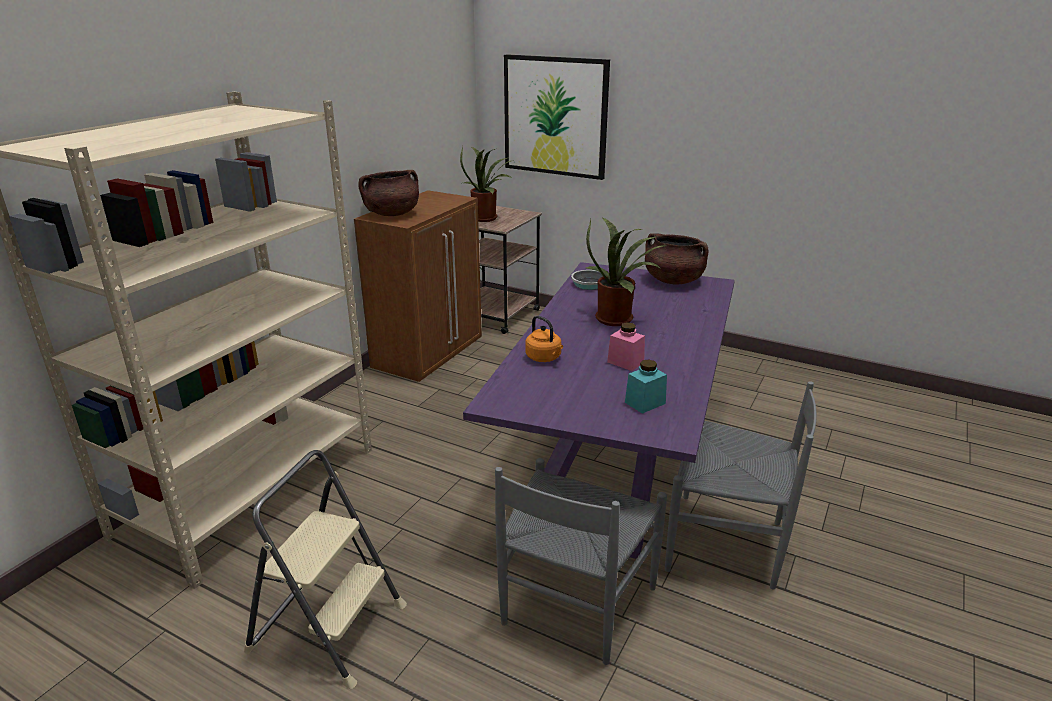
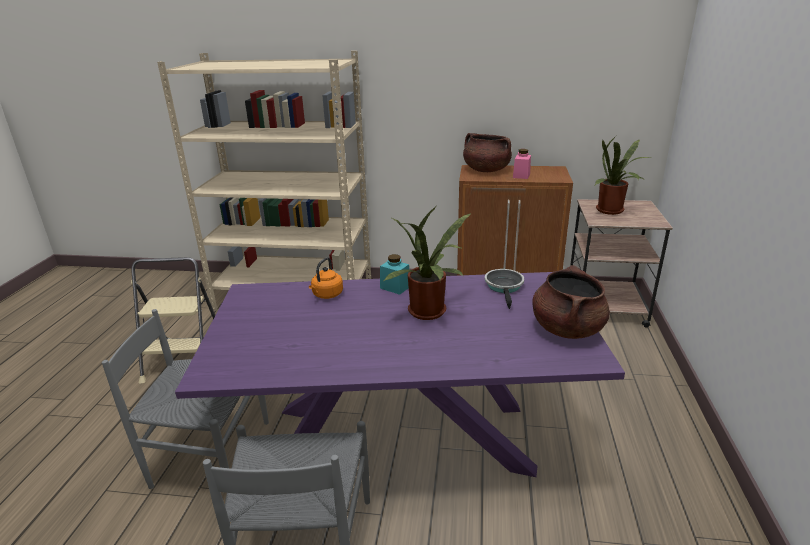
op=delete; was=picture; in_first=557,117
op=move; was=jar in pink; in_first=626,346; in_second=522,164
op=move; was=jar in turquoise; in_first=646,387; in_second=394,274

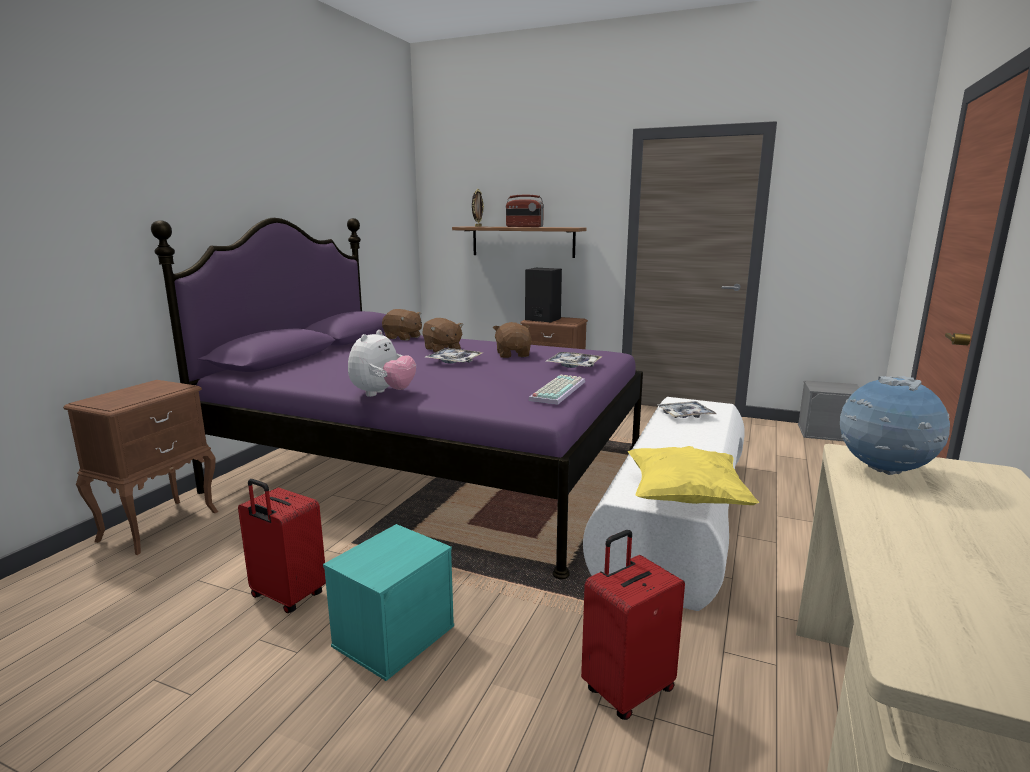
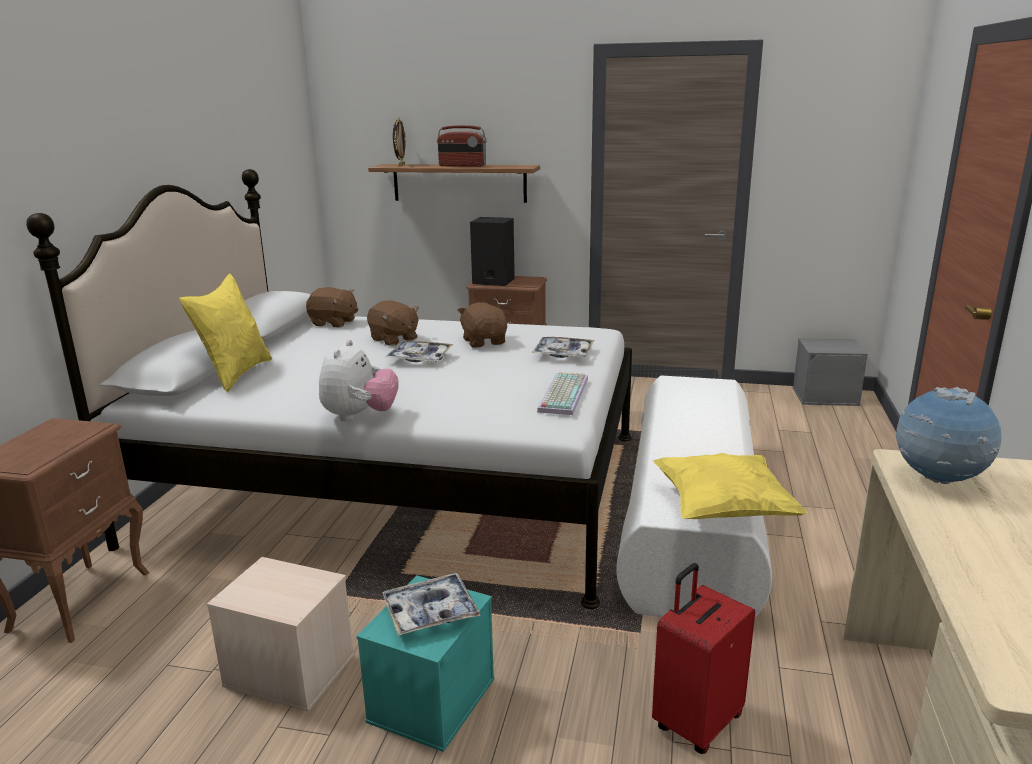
op=recolor; was=bed in purple; now=bed in white; in_first=397,398; in_second=329,389
op=replace; was=suitcase in red; now=storage box in beige; in_first=282,546; in_second=281,634
op=move; was=tray; in_first=686,409; in_second=431,604
op=insert; now=pillow in yellow; in_second=225,332

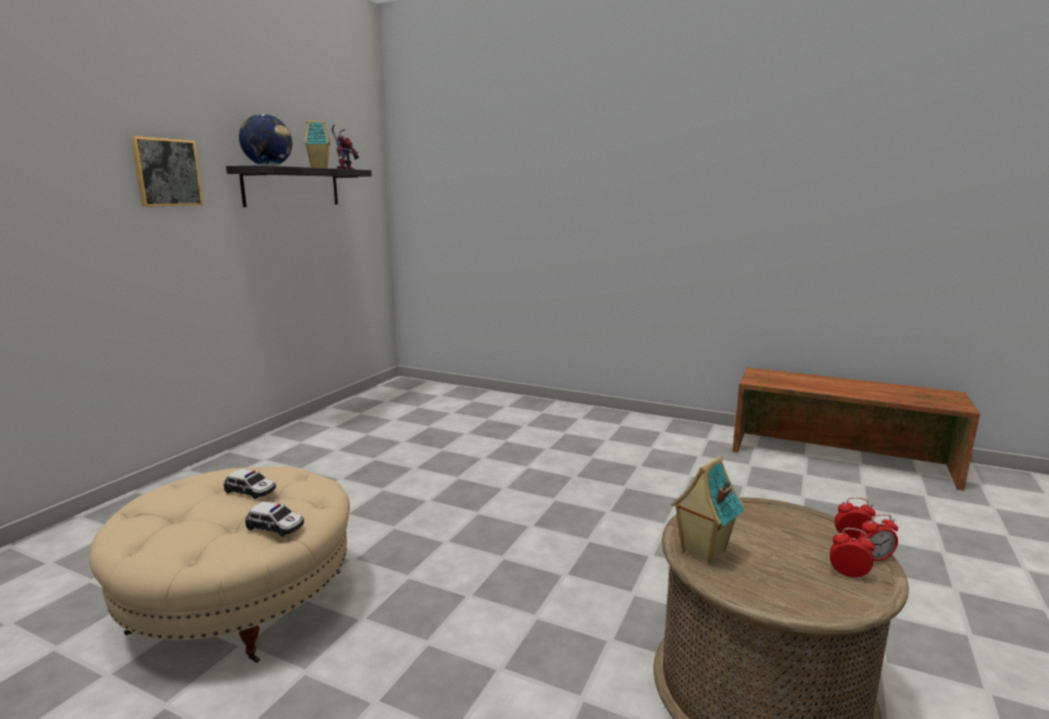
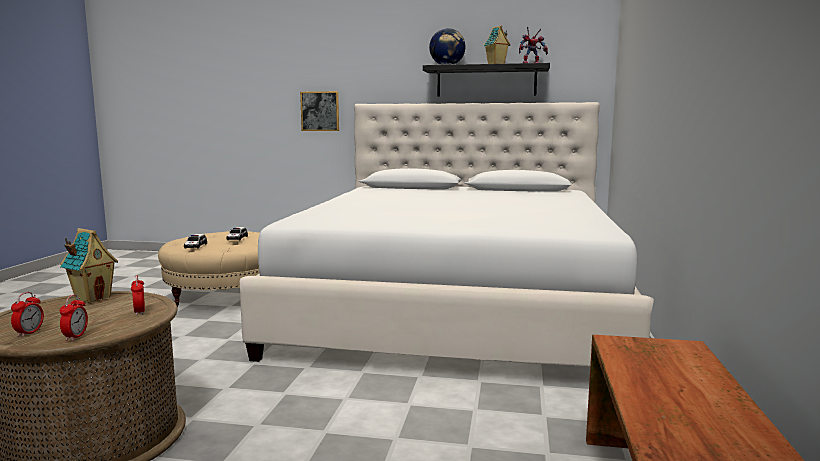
op=move; was=picture; in_first=167,171; in_second=319,111
op=move; was=alarm clock; in_first=878,537; in_second=138,295
op=insert; now=bed in white; in_second=447,234

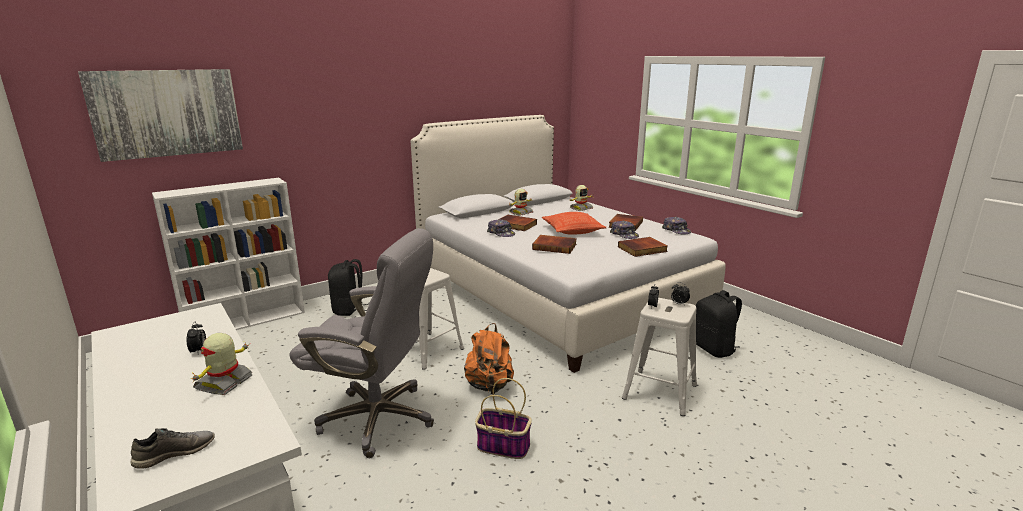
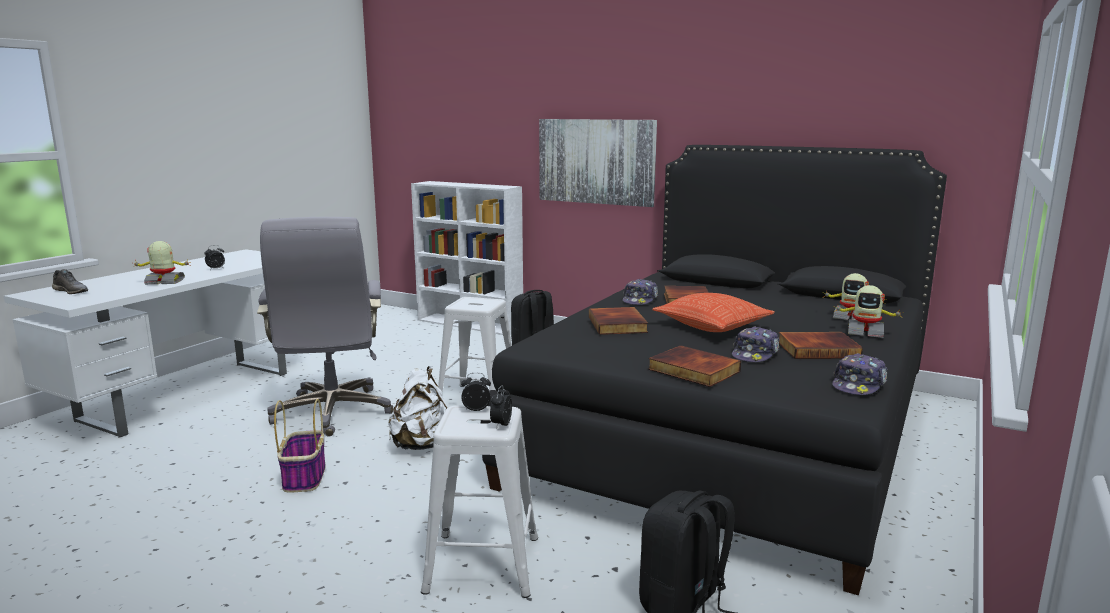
op=move; was=picture; in_first=160,115; in_second=598,163
op=recolor; was=bed in white; now=bed in black; in_first=568,244; in_second=714,370
op=recolor; was=backpack in orange; now=backpack in white; in_first=489,358; in_second=418,408
op=move; was=toy robot; in_first=521,202; in_second=867,311

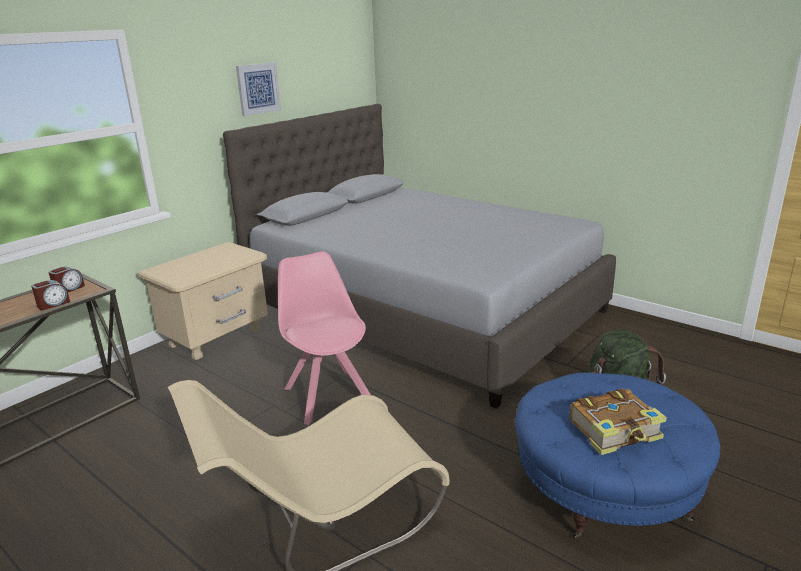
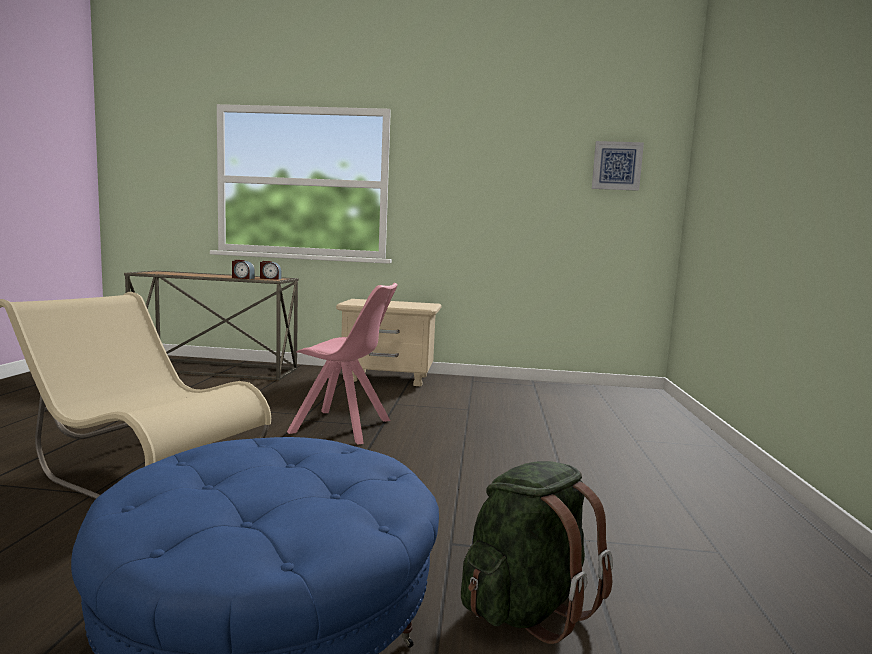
op=delete; was=bed in grey; in_first=419,256
op=move; was=picture; in_first=258,89; in_second=618,166
op=rotate; was=chair in pink; in_first=324,338; in_second=342,364; clockwise=75
op=delete; was=book; in_first=618,422

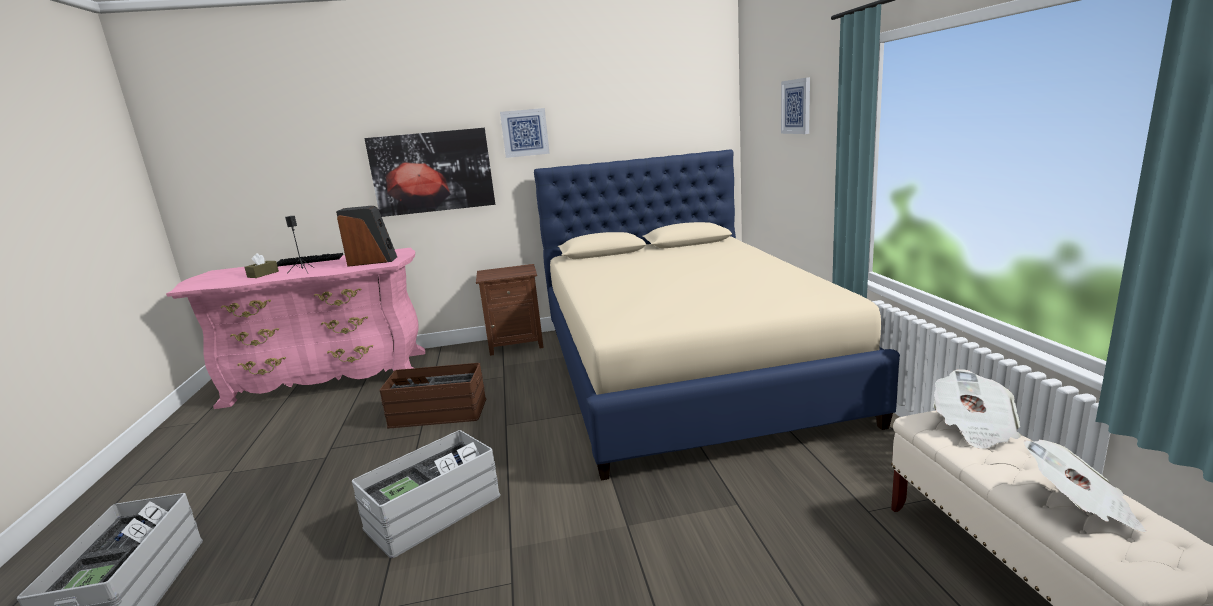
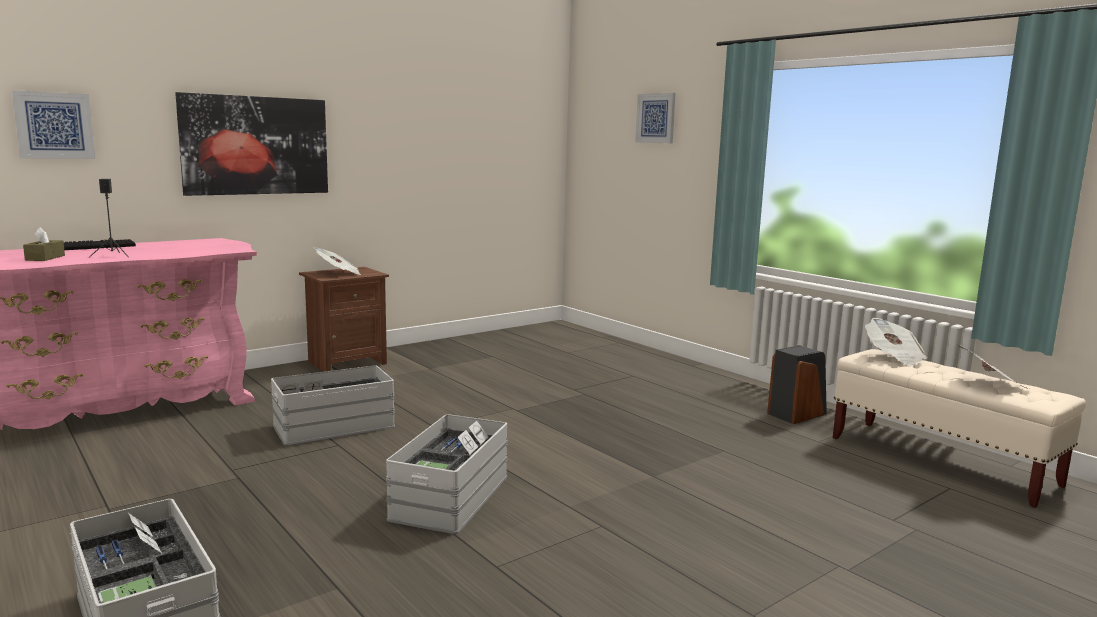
op=move; was=speaker; in_first=366,236; in_second=797,385
op=recolor; was=storage box in brown; now=storage box in grey; in_first=433,395; in_second=333,405
op=move; was=picture; in_first=525,133; in_second=53,124
op=delete; was=bed in beige; in_first=717,314
op=insert; now=newspaper; in_second=337,261

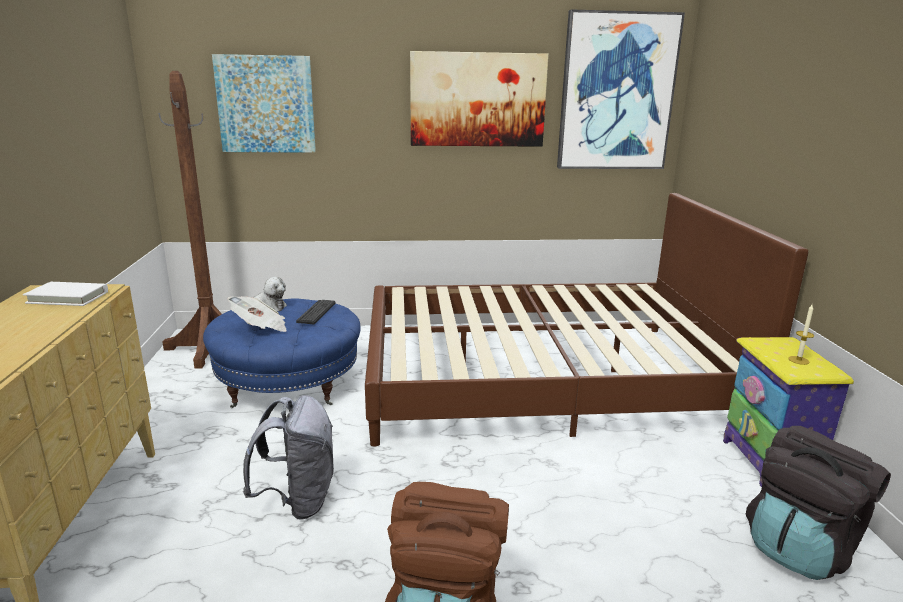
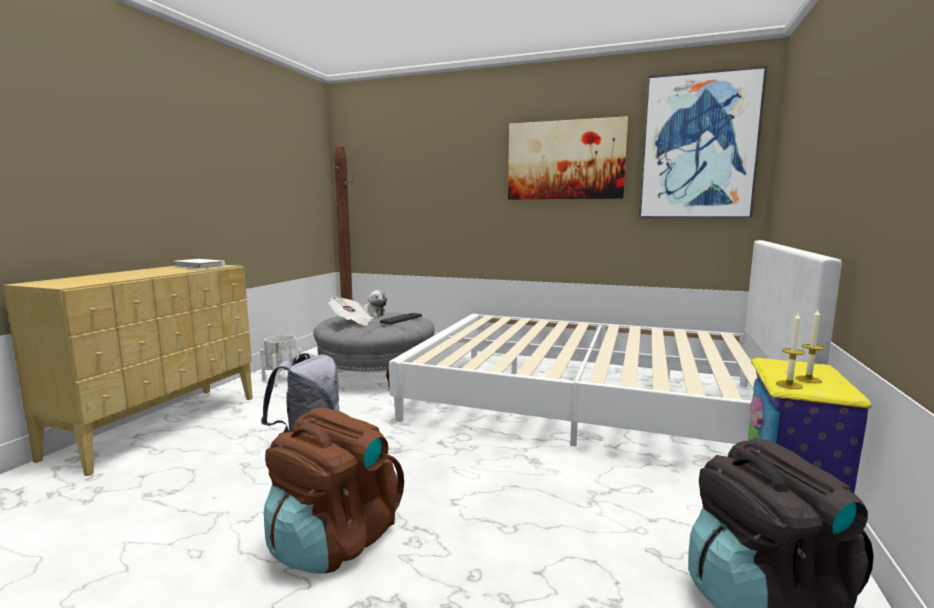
op=recolor; was=ottoman in blue; now=ottoman in grey; in_first=282,353; in_second=374,350
op=delete; was=picture; in_first=264,103
op=recolor; was=bed in brown; now=bed in white; in_first=586,319; in_second=615,343
op=insert; now=planter in white; in_second=281,361
op=insert; now=candle; in_second=790,351

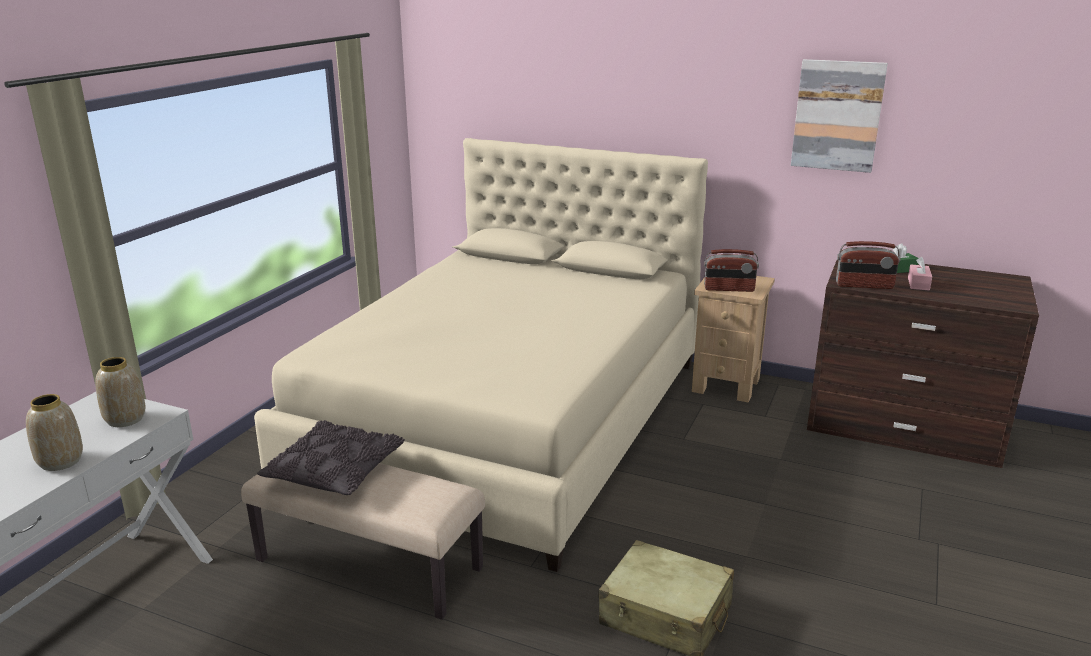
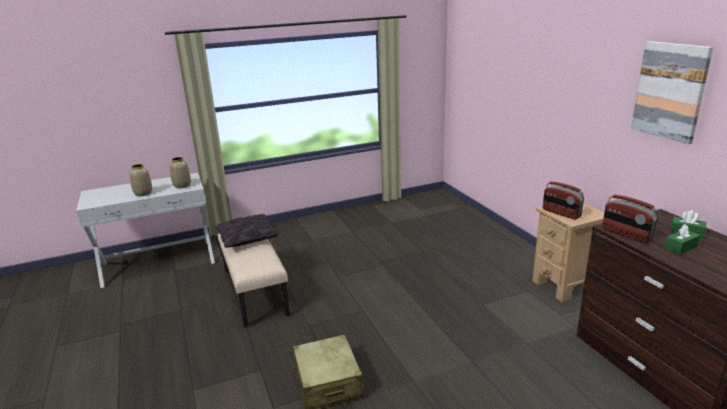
op=delete; was=bed in beige; in_first=481,355
op=recolor; was=tissue box in pink; now=tissue box in green; in_first=920,274; in_second=682,239

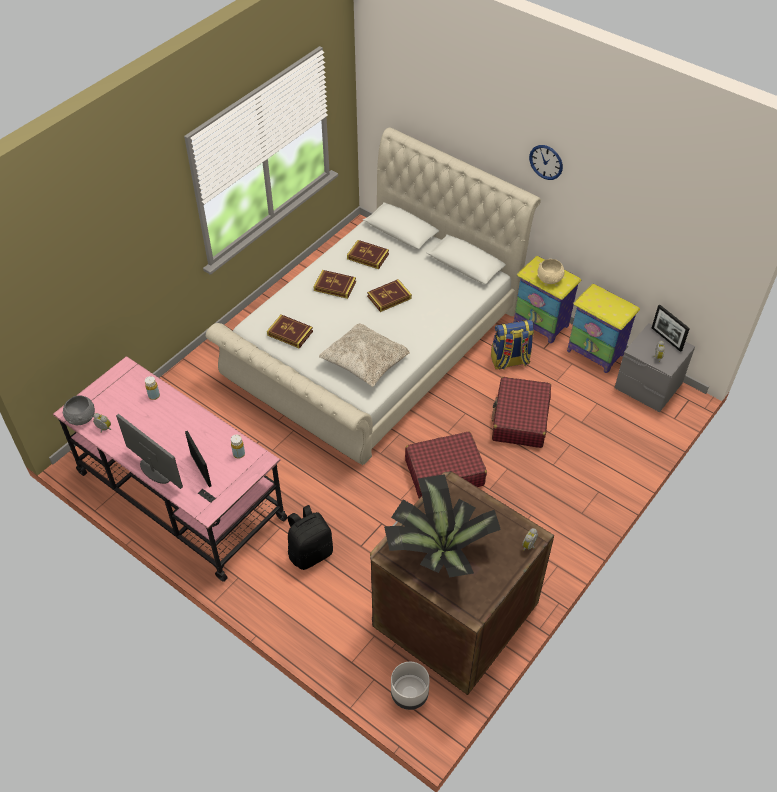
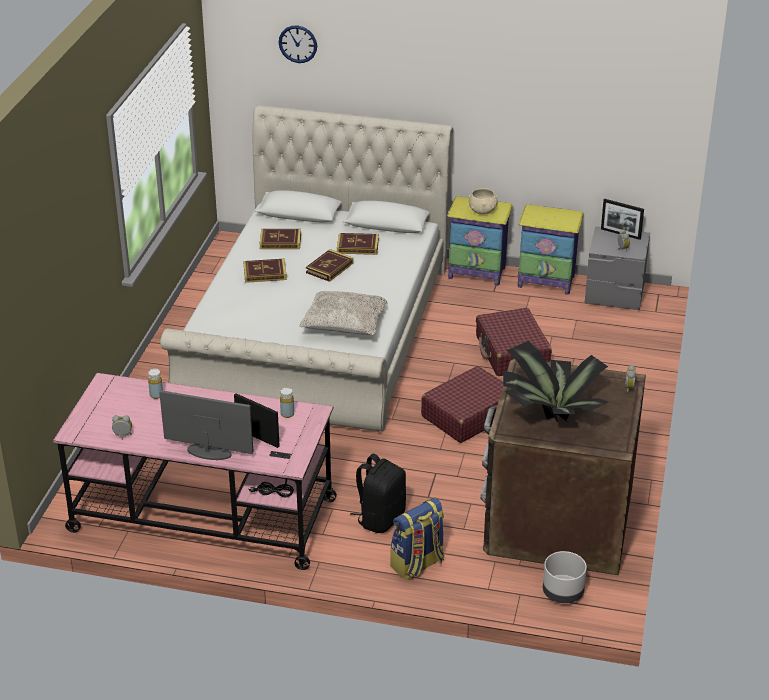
op=delete; was=bowl in grey; in_first=78,410
op=move; was=book; in_first=290,332; in_second=358,244
op=move; was=backpack; in_first=512,345; in_second=417,539
op=move; was=wall clock; in_first=546,162; in_second=297,44

